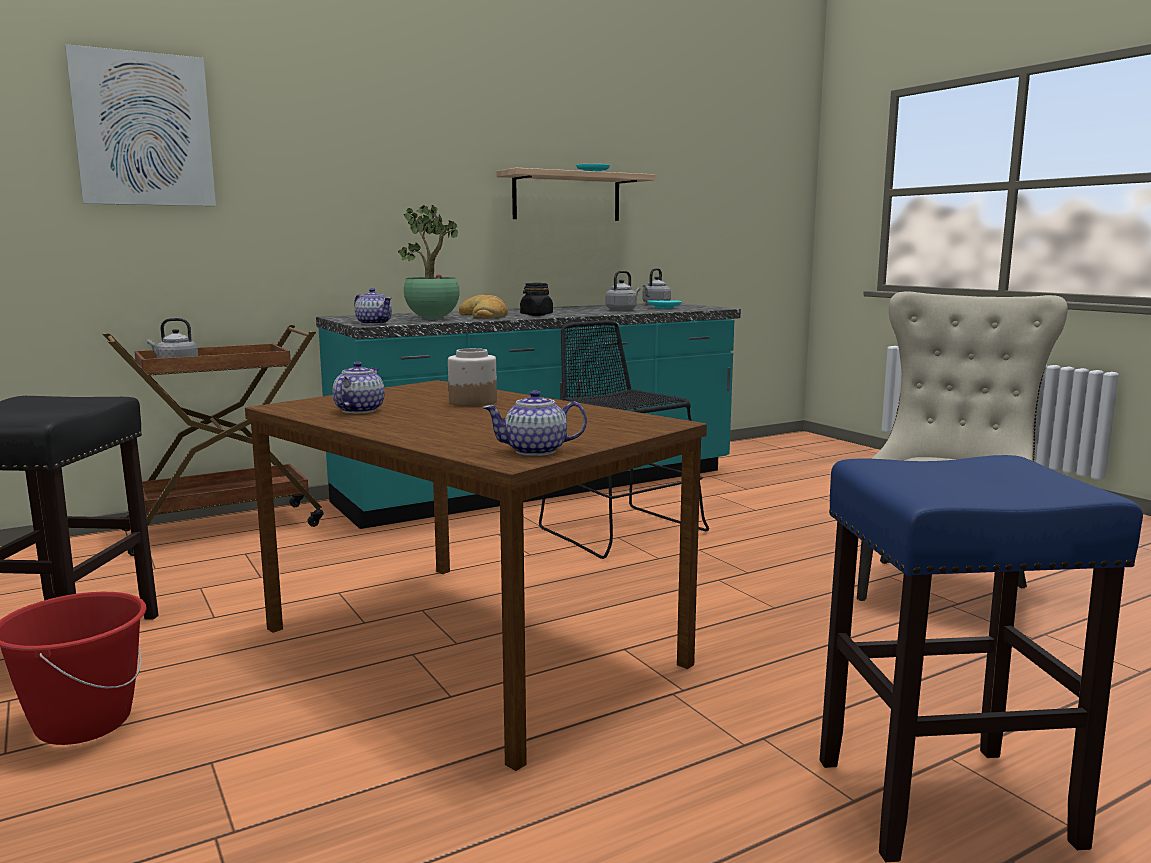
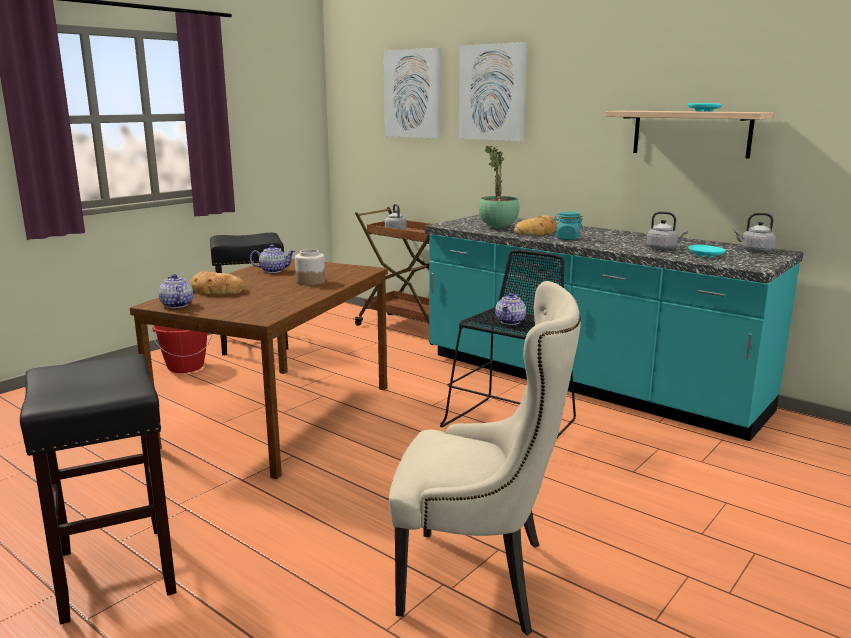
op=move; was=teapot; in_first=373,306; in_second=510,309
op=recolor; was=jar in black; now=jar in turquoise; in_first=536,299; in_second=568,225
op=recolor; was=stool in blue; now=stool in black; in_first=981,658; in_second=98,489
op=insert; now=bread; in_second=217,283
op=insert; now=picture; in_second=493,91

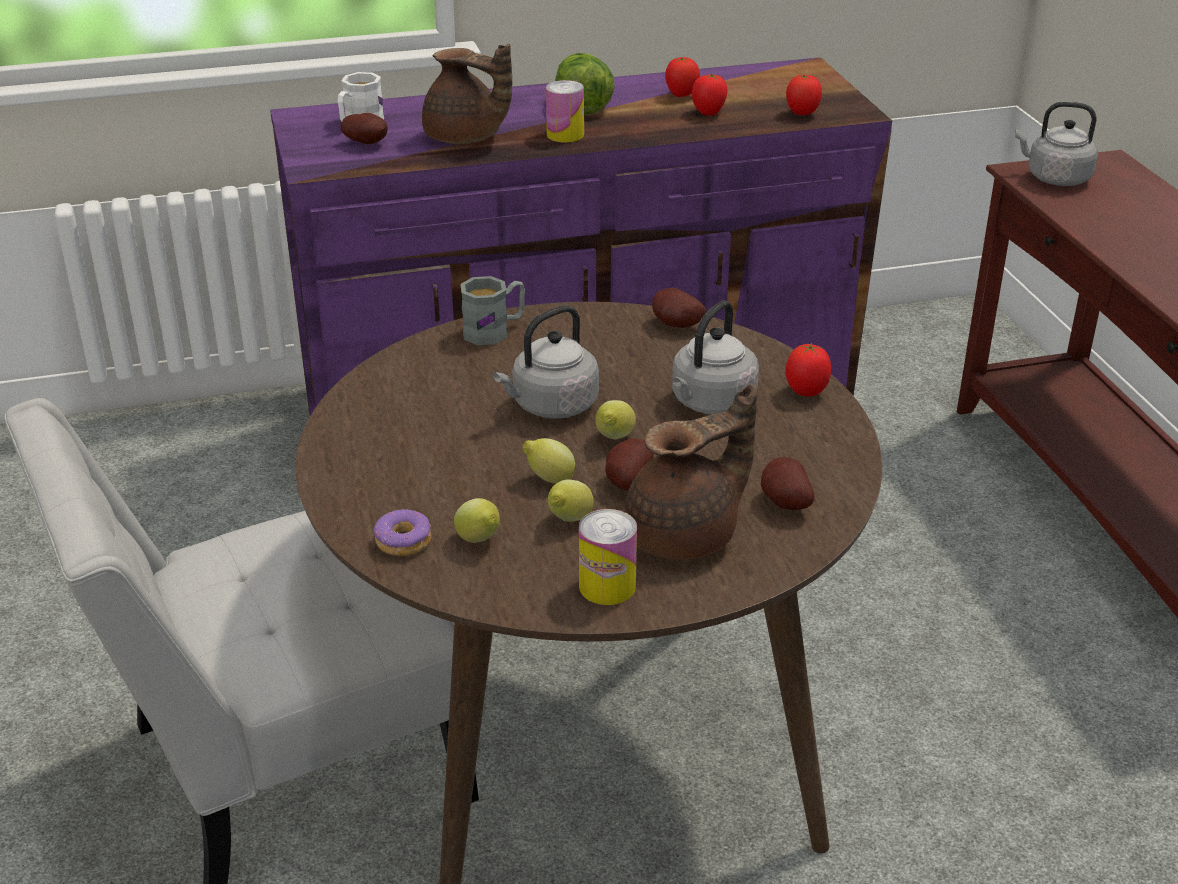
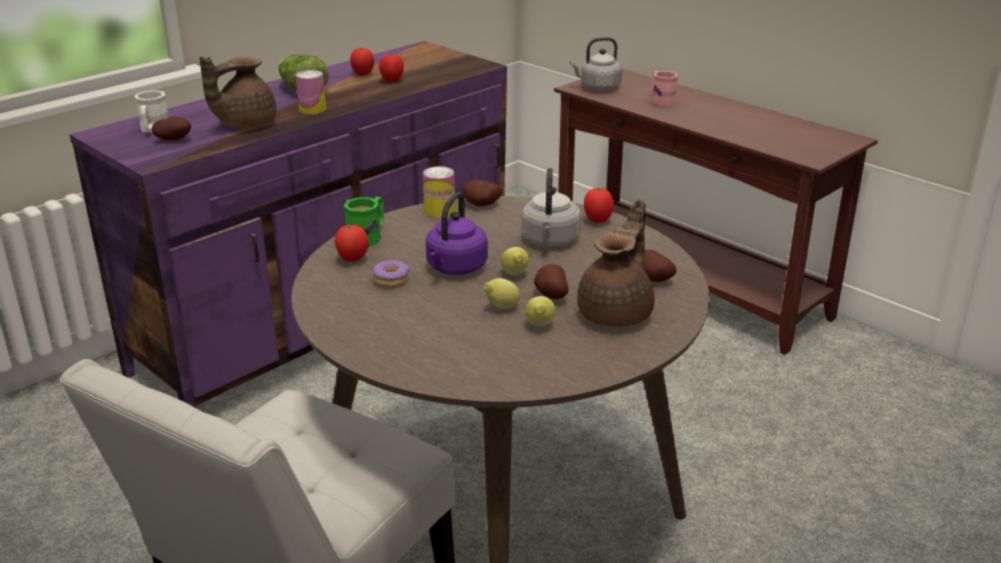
op=move; was=donut; in_first=403,532; in_second=391,273
op=rotate; was=teapot in brown; in_first=467,94; in_second=238,92; clockwise=135
op=delete; was=lemon; in_first=477,520
op=recolor; was=mug in grey; now=mug in green; in_first=492,310; in_second=364,222
op=recolor; was=kettle in grey; now=kettle in purple; in_first=546,362; in_second=457,233
op=move; was=can; in_first=608,557; in_second=439,191
op=move; was=tomato; in_first=804,94; in_second=352,243
op=insert; now=mug in pink; in_second=665,88

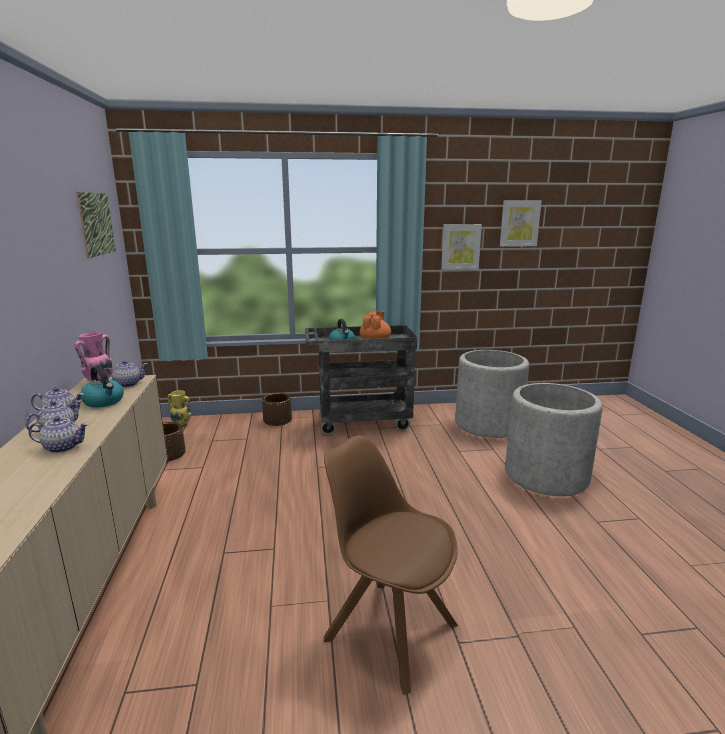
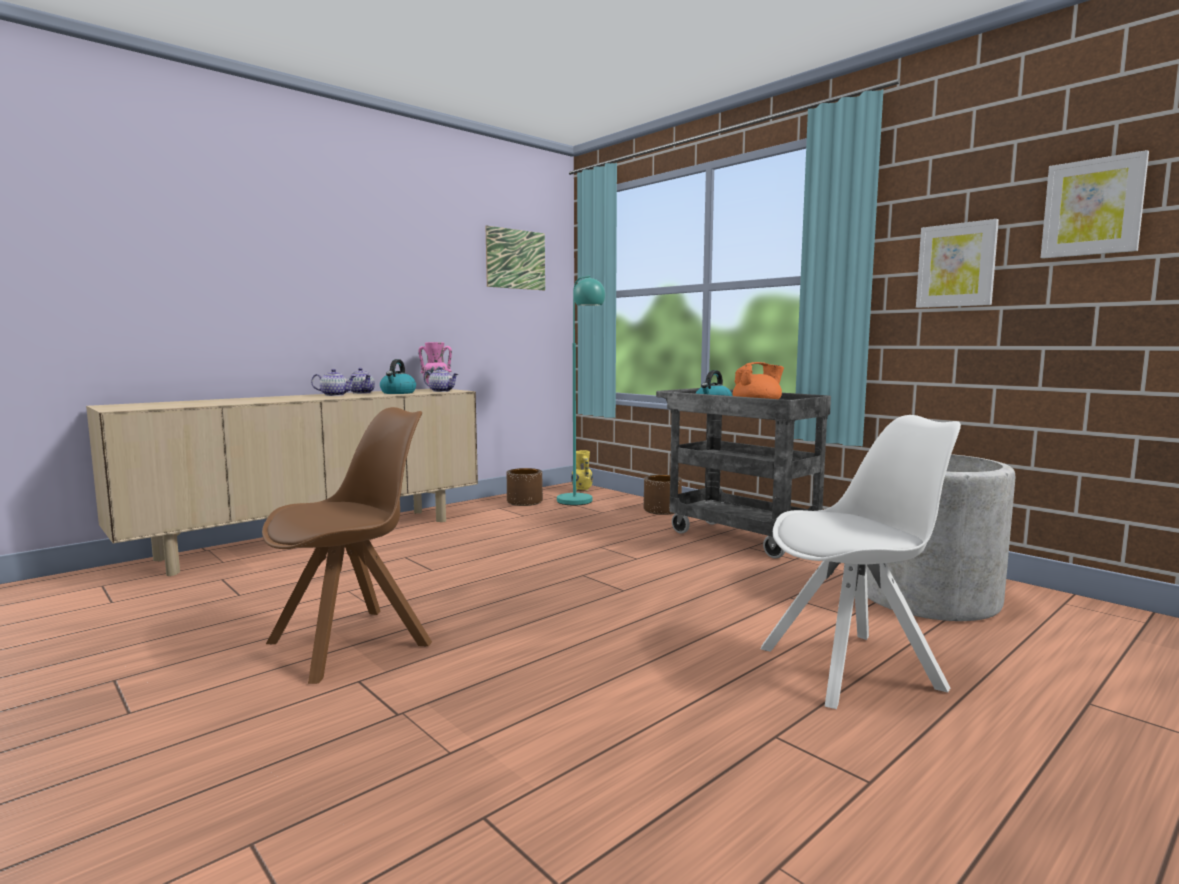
op=delete; was=teapot; in_first=58,434
op=rotate; was=chair in brown; in_first=390,565; in_second=347,545; clockwise=45
op=replace; was=planter in grey; now=chair in white; in_first=554,439; in_second=861,562
op=insert; now=floor lamp in turquoise; in_second=581,390

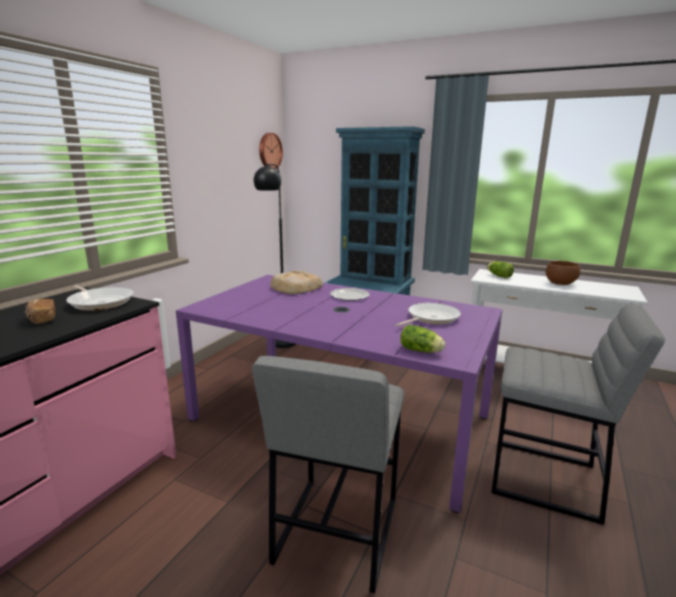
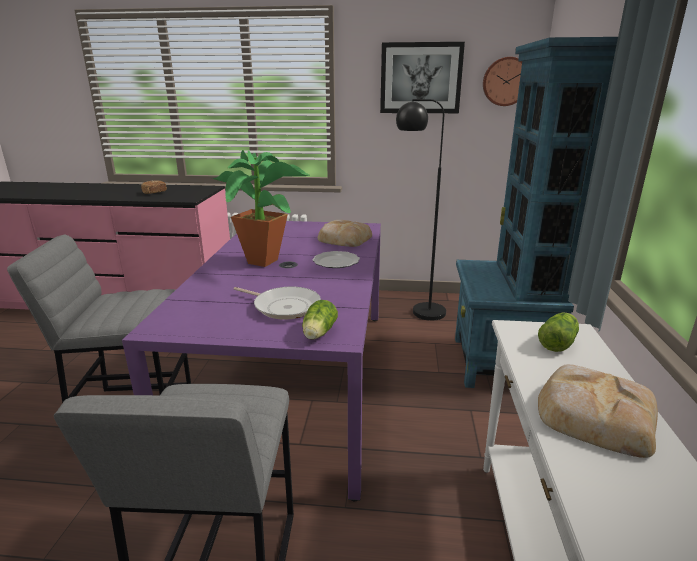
op=delete; was=frying pan; in_first=100,298
op=move; was=lettuce; in_first=422,338; in_second=320,320
op=replace; was=bowl in brown; now=bread; in_first=563,273; in_second=598,411
op=insert; now=potted plant; in_second=261,208
op=insert; now=picture; in_second=422,77

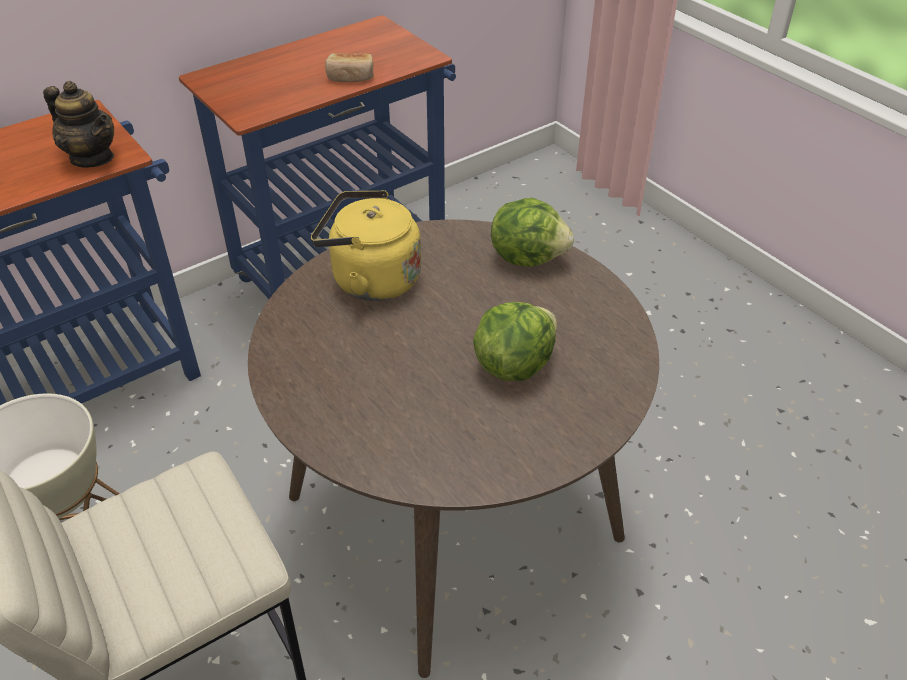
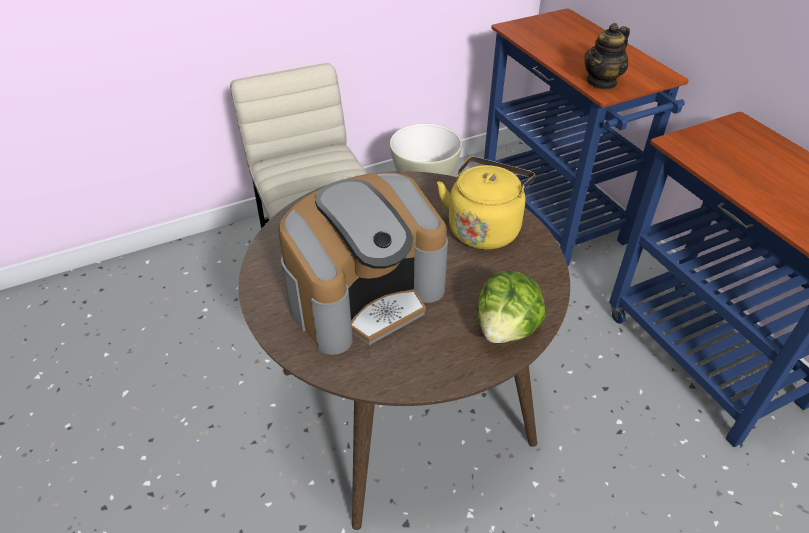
op=delete; was=bread; in_first=349,67
op=replace; was=lettuce; now=coffee machine; in_first=515,341; in_second=363,263

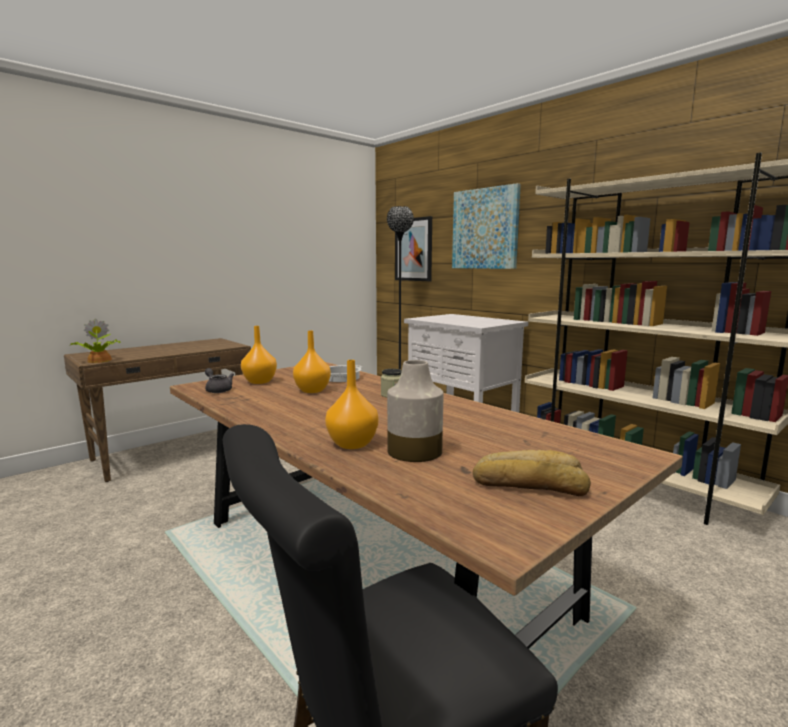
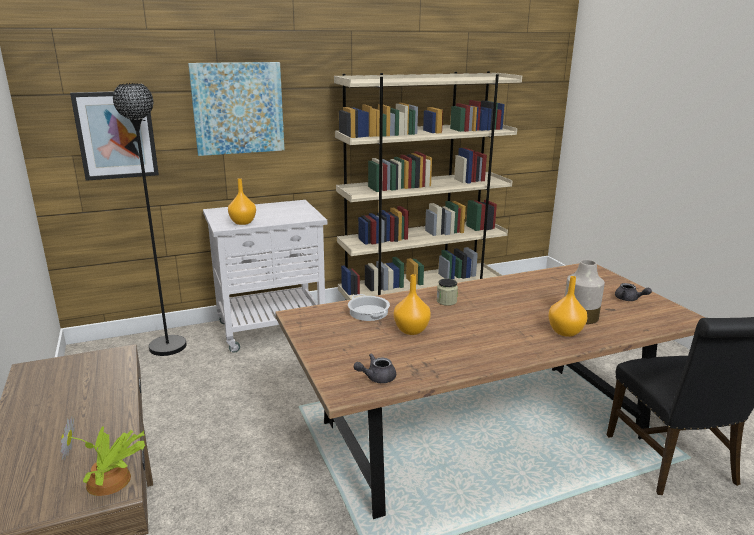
op=move; was=vase in orange; in_first=259,355; in_second=242,201
op=replace; was=bread; now=teapot in grey; in_first=532,473; in_second=633,292

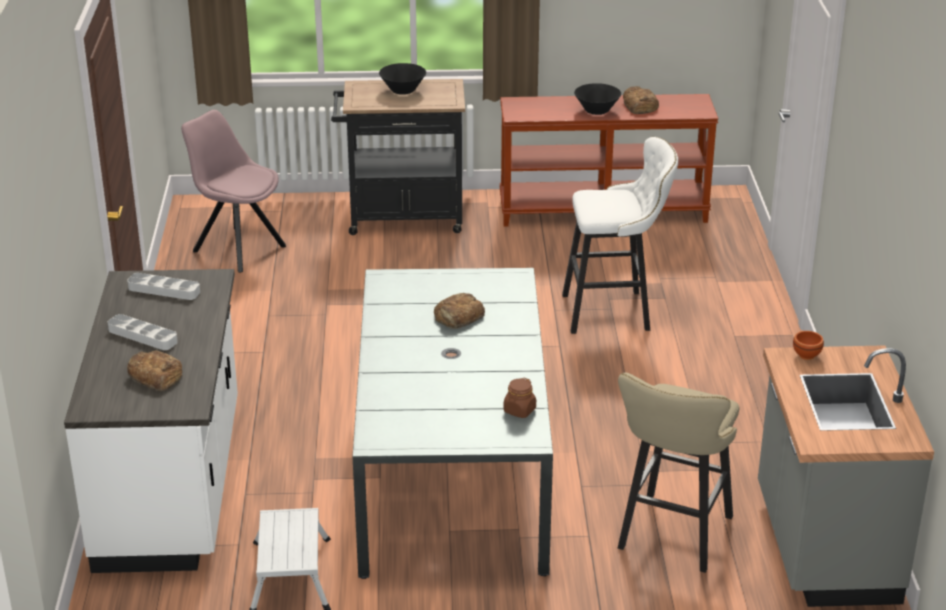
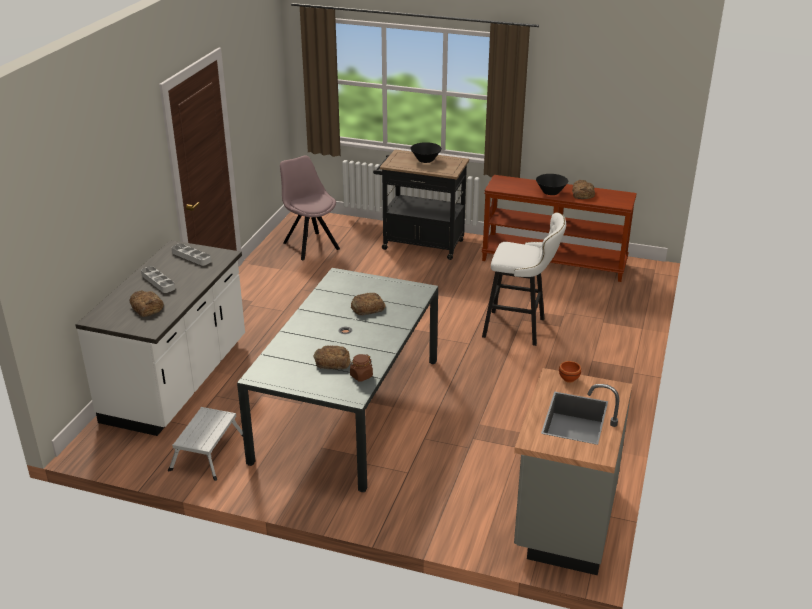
op=delete; was=stool in beige; in_first=679,473
op=insert; now=bread; in_second=332,357

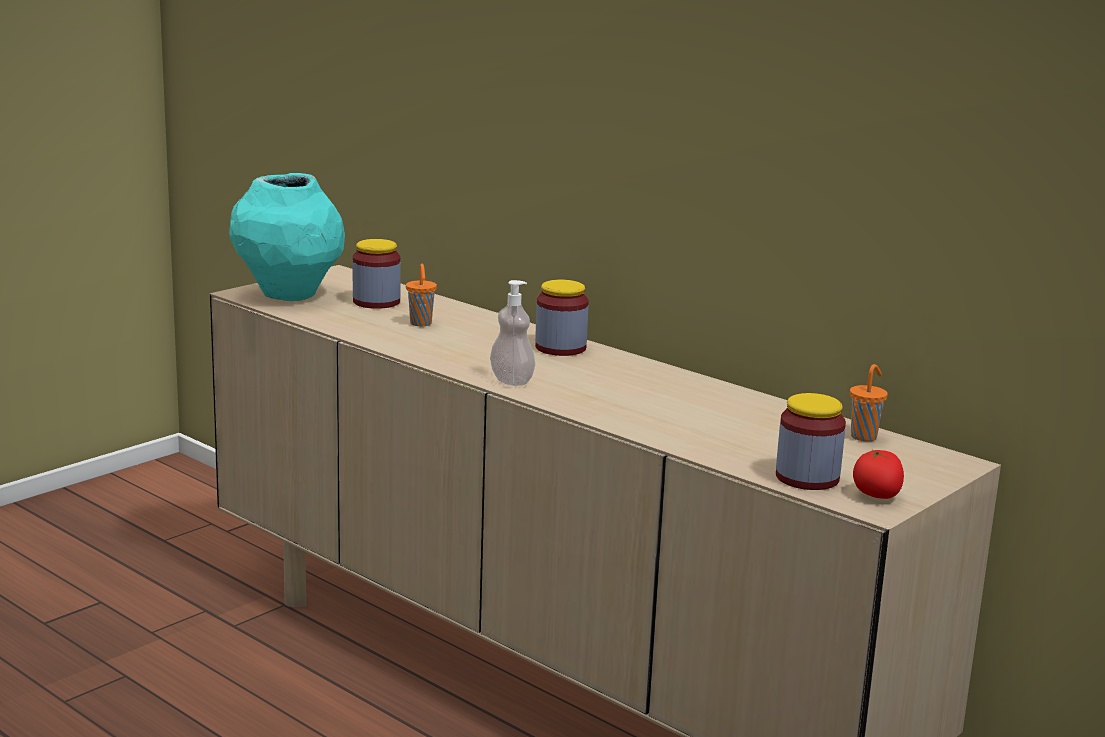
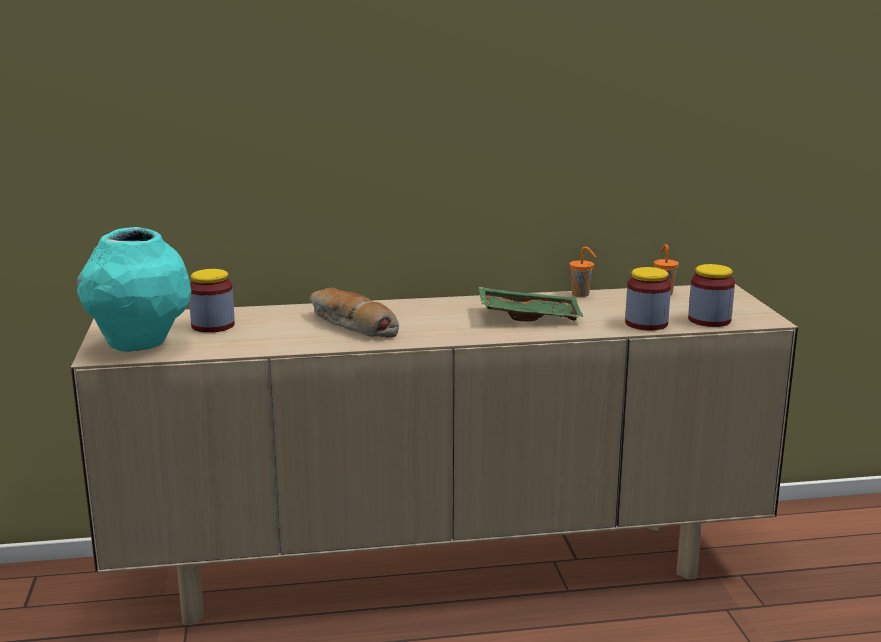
op=move; was=cup in orange; in_first=421,295; in_second=583,272
op=delete; was=soap dispenser; in_first=512,333
op=move; was=jar; in_first=562,318; in_second=648,298
op=delete; was=tomato; in_first=878,474
op=insert; now=bread; in_second=354,313
op=insert; now=tray in green; in_second=531,304

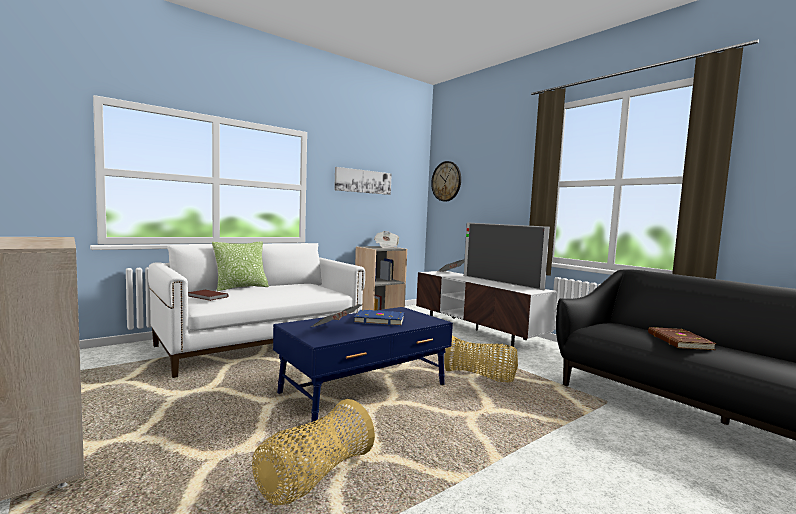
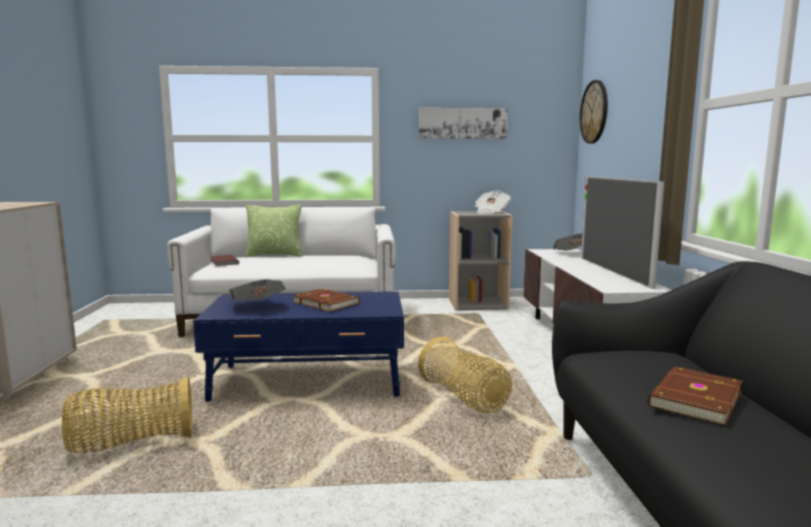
op=recolor; was=book in blue; now=book in brown; in_first=379,318; in_second=326,300

